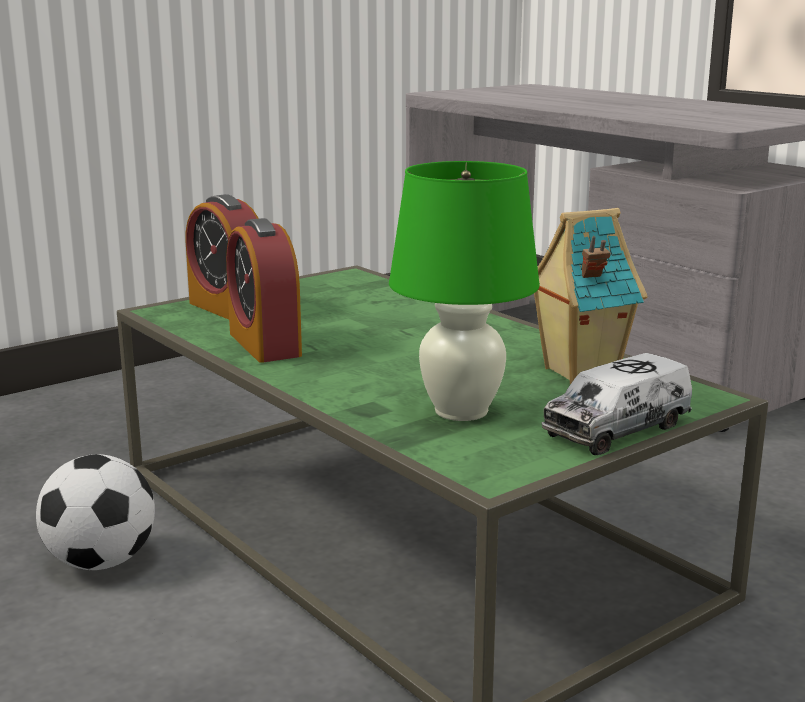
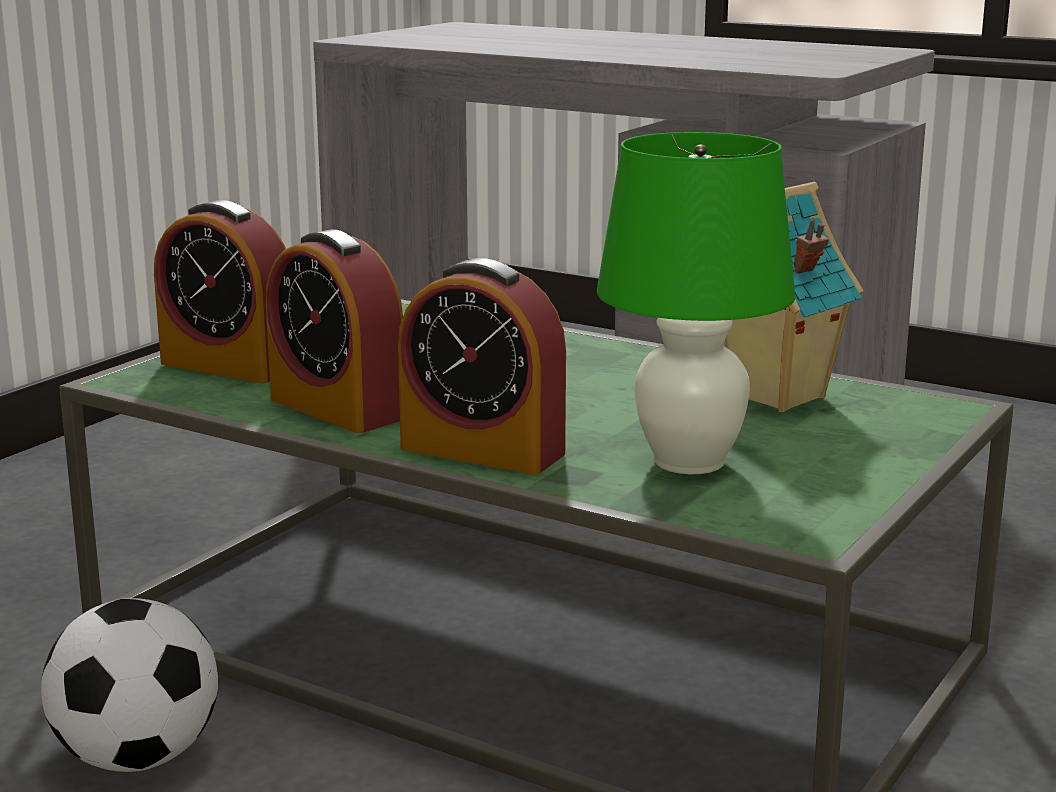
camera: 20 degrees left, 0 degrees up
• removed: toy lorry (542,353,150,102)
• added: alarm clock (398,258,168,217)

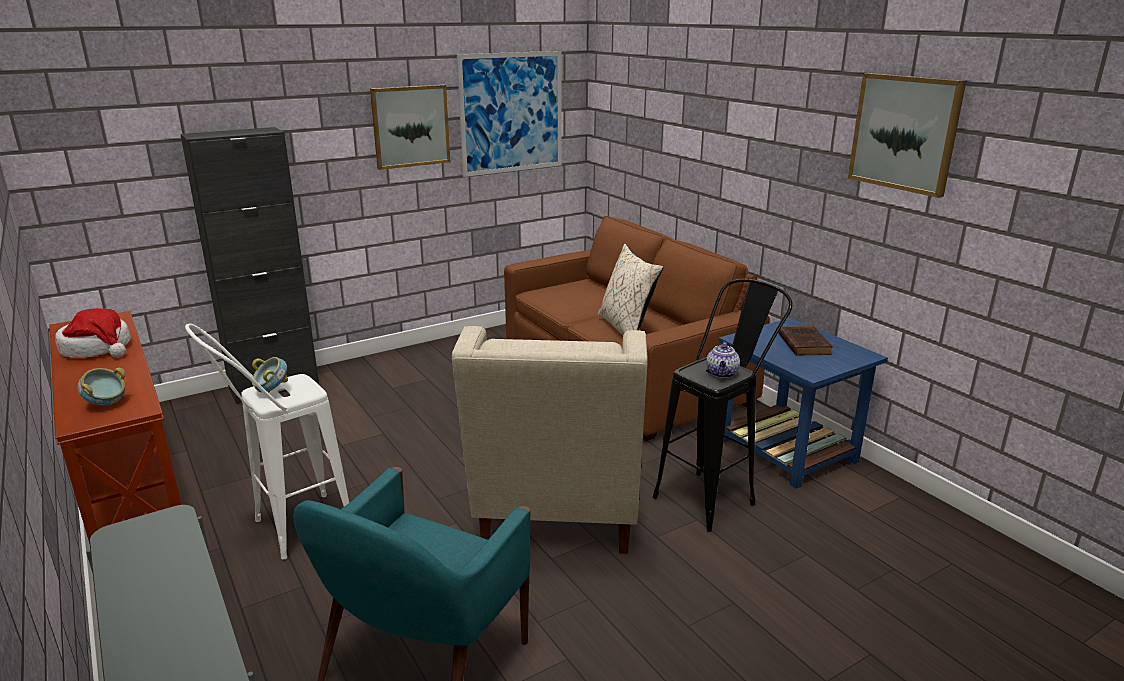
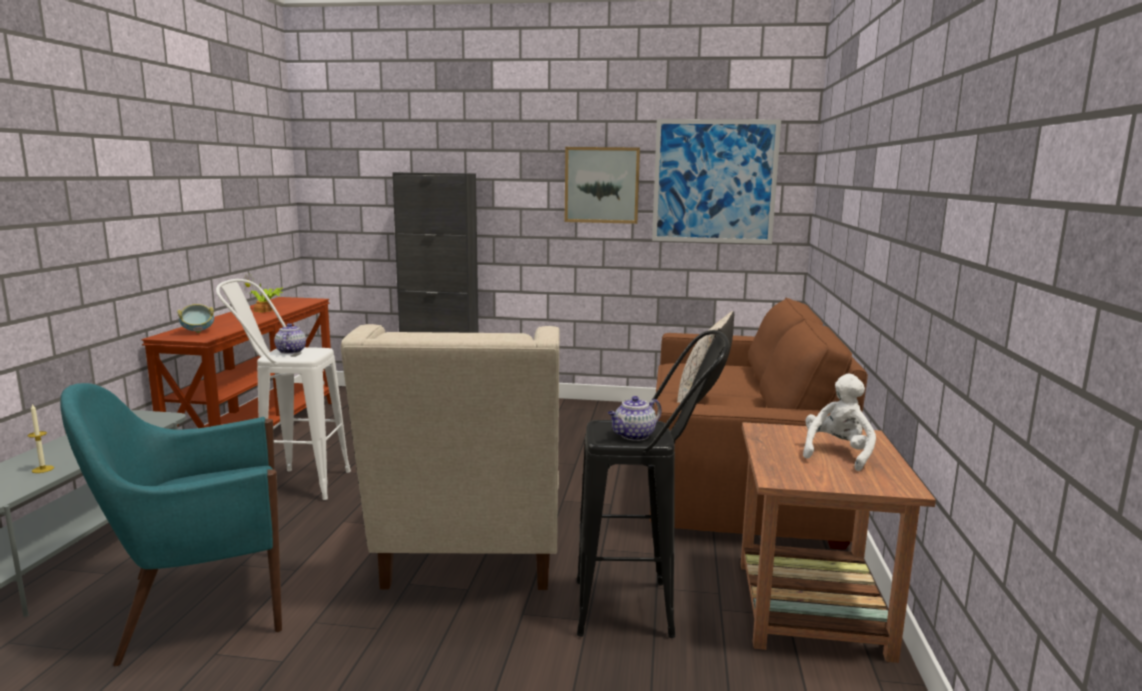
camera: 40 degrees right, 10 degrees down
• replaced: wearable hat (55,308,76,50) to plant in a pot (243,272,40,40)
• replaced: bowl (252,357,36,36) to tea pot (274,323,32,31)
• turned: beige armchair (452,326,196,228) = (341,324,218,266) 45 degrees counterclockwise
• recoloured: blue-coloured accent table (718,318,170,171) to brown-coloured accent table (741,422,195,241)
• replaced: brown-coloured book (778,326,55,30) to whitish soft toy (803,373,73,98)
• removed: picture (848,73,118,125)
• added: wax light (28,403,26,70)

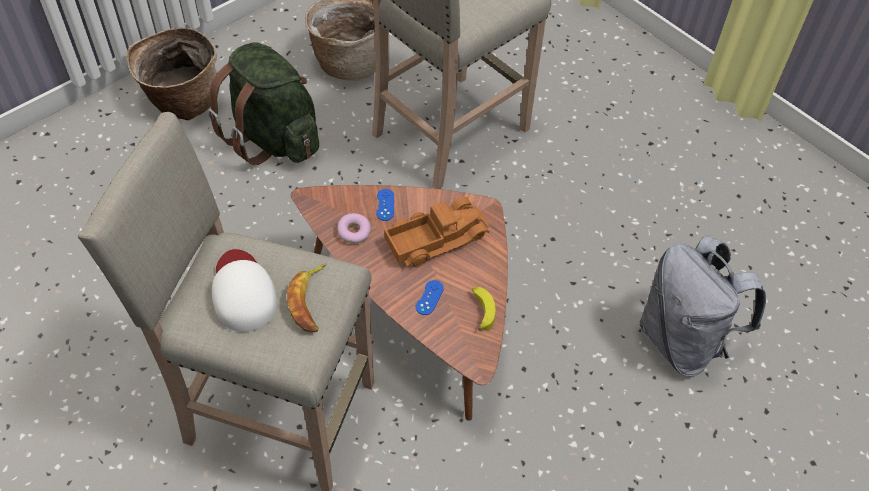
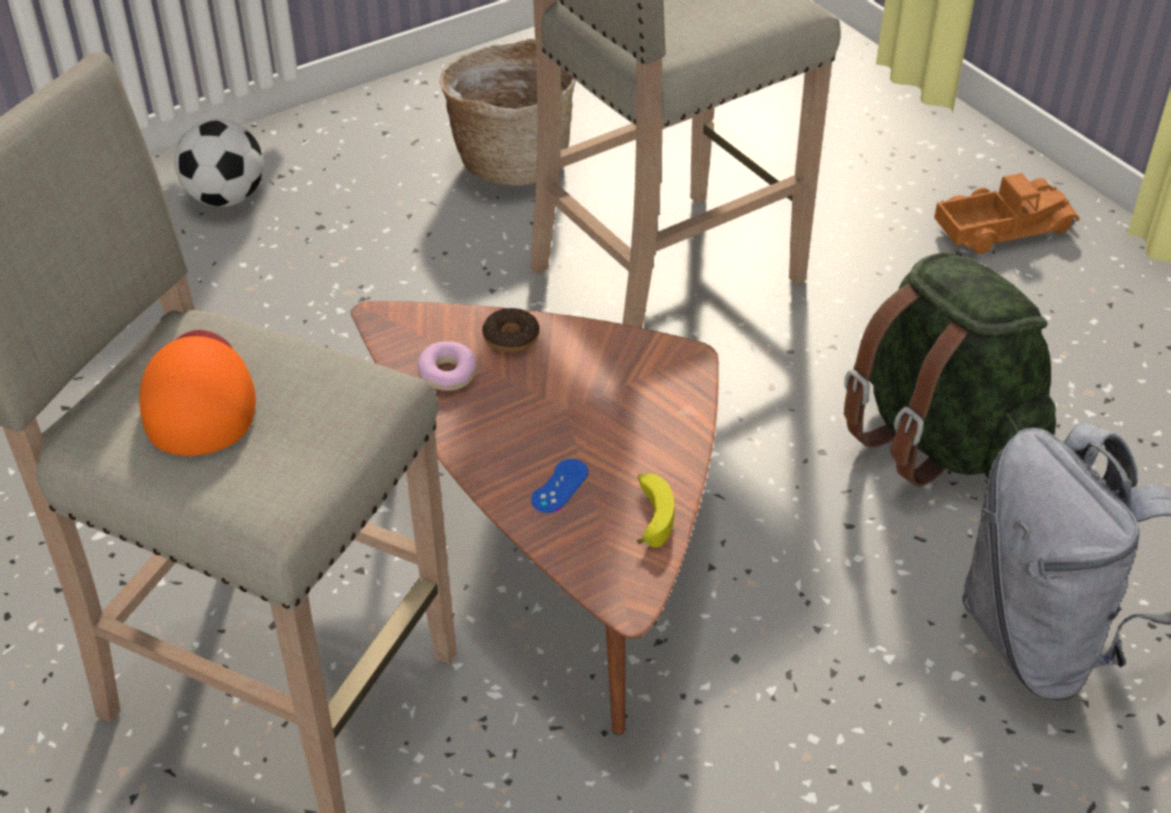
camera: 10 degrees right, 10 degrees down
• replaced: household basket (126,27,93,93) to football ball (174,119,90,88)
• moved: greenish knapsack (208,42,111,123) to (844,252,212,235)
• recoloured: whitish baseball cap (212,249,65,83) to orange baseball cap (139,330,117,126)
• removed: whole banana (287,263,40,69)
• replaced: blue-coloured joypad (376,189,18,32) to doughnut (482,308,57,45)
• moved: toy lorry (384,197,105,70) to (934,173,145,81)

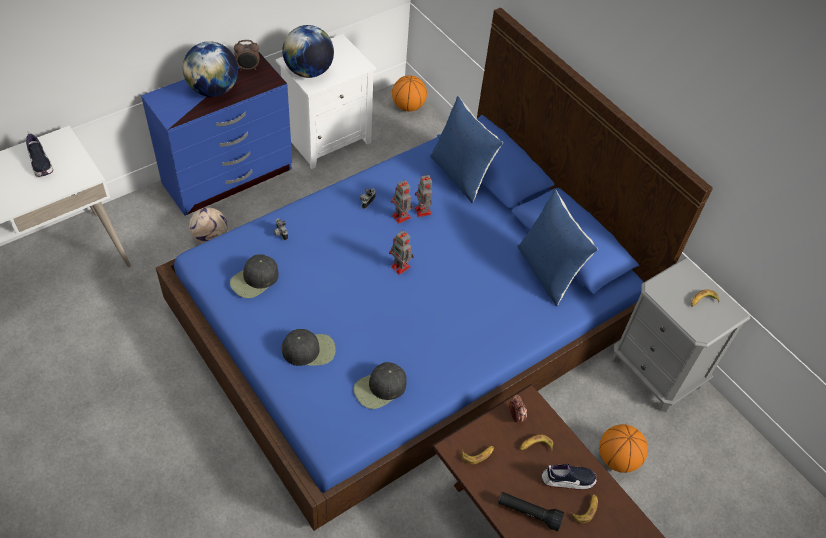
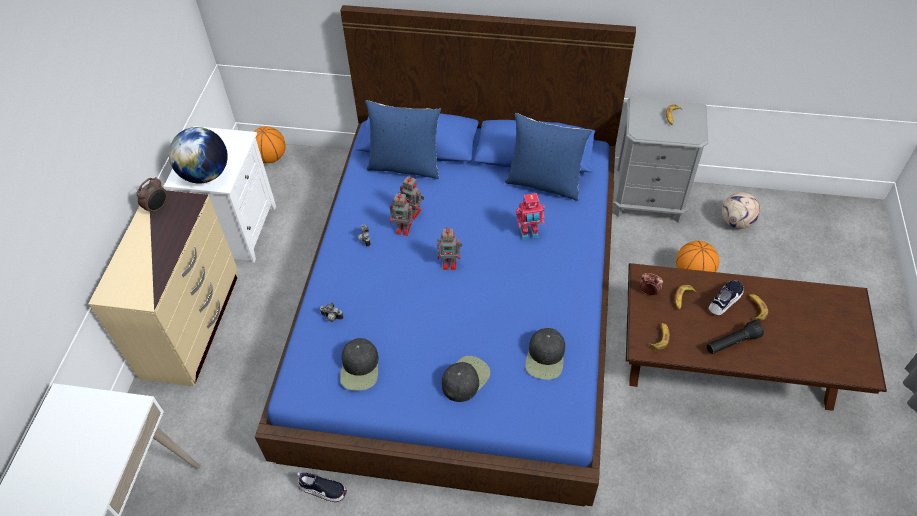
camera: 40 degrees left, 0 degrees up
• moved: shoe (26,131,27,46) to (297,473,50,29)
• recoloured: blue-coloured chest of drawers (141,52,151,164) to beige chest of drawers (88,190,150,196)
• removed: globe (183,41,55,56)
• moved: football ball (189,208,39,36) to (722,192,38,37)
• added: toy robot (516,193,29,47)

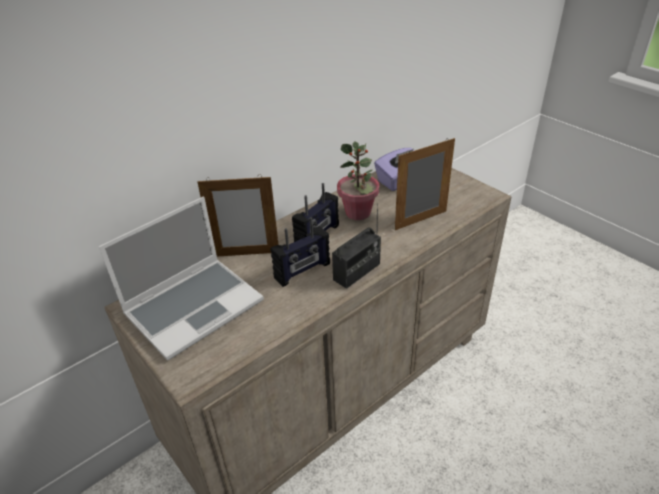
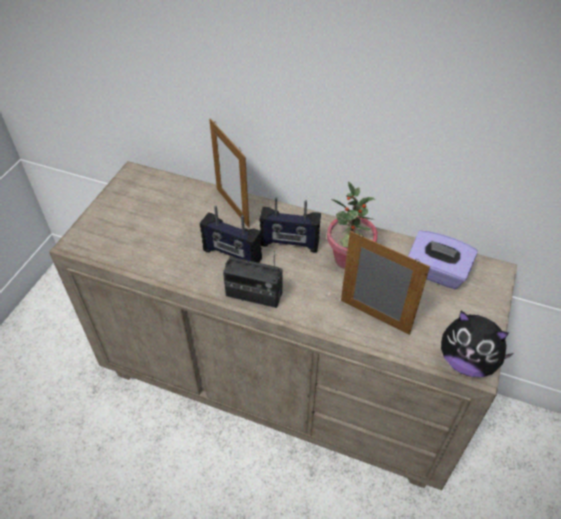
camera: 60 degrees right, 10 degrees up
• removed: laptop (99,196,165,165)
• added: soft toy (441,311,73,66)

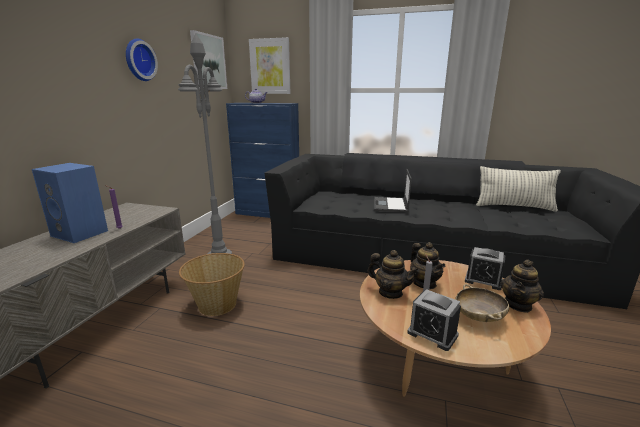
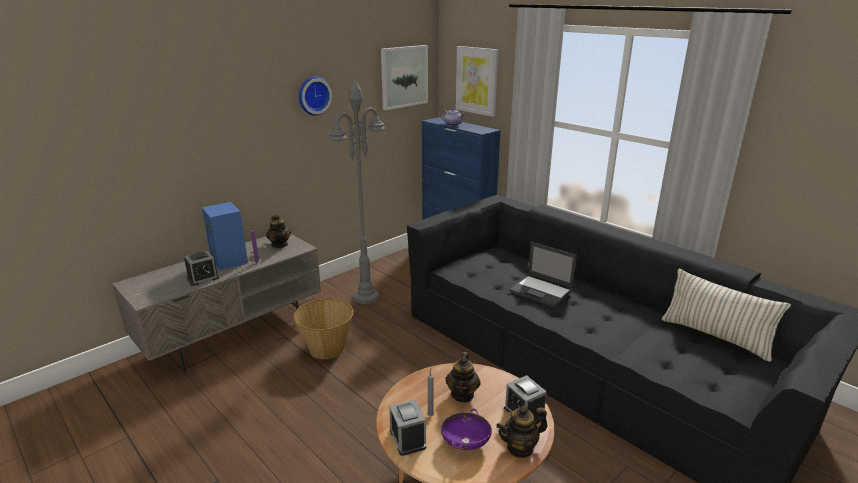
camera: 30 degrees right, 5 degrees up
• moved: tea pot (367,250,52,49) to (266,215,25,33)
• turned: laptop (374,169,38,43) = (509,242,68,65) 90 degrees counterclockwise
• recoloured: beige bowl (455,284,54,38) to purple-coloured bowl (441,408,51,42)
• added: alarm clock (184,251,35,35)

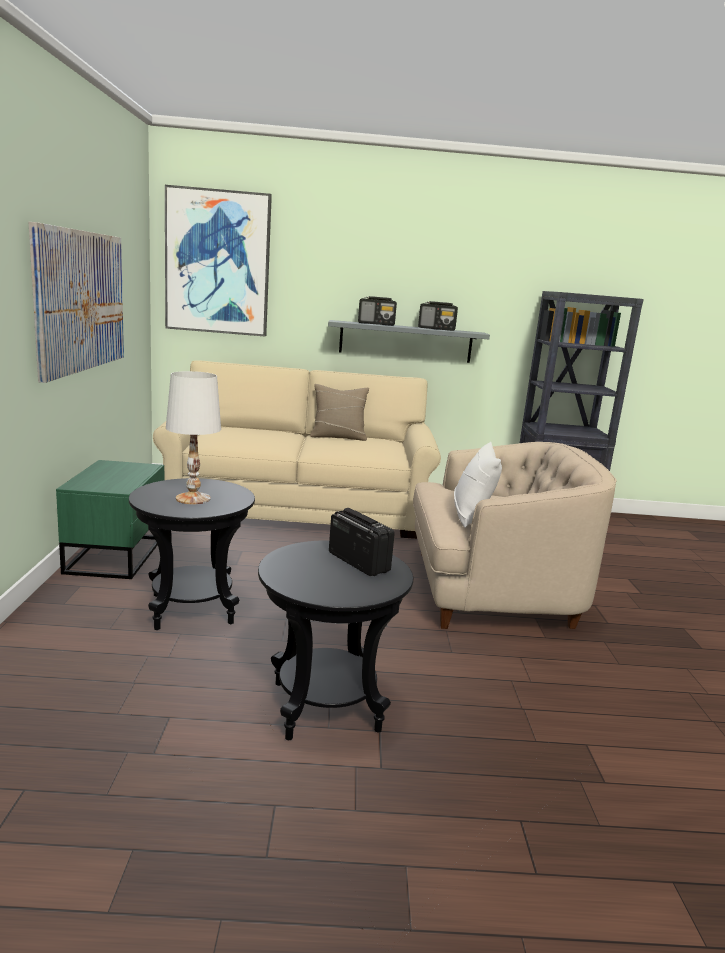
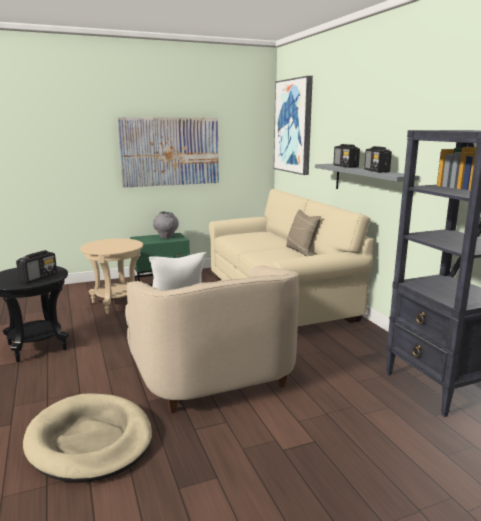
camera: 70 degrees right, 0 degrees up
• recoloured: black-coloured accent table (129,478,126,152) to beige accent table (80,238,63,76)
• removed: whitish table lamp (166,371,55,133)
• added: beige dog cushion (23,393,129,89)
• added: greyish flower vase (153,212,26,27)

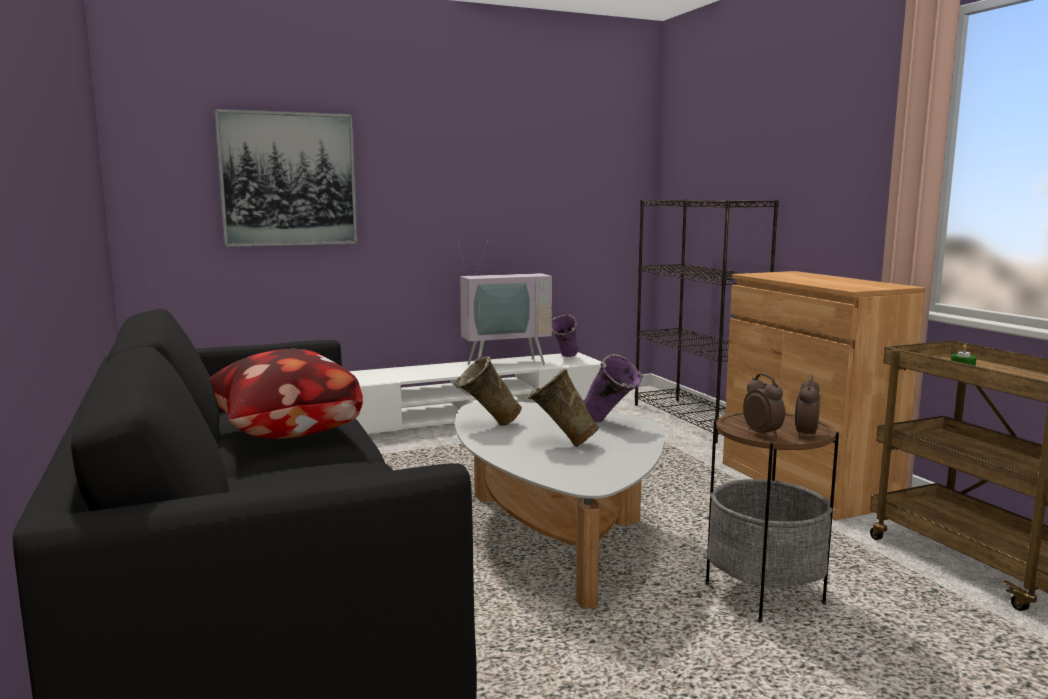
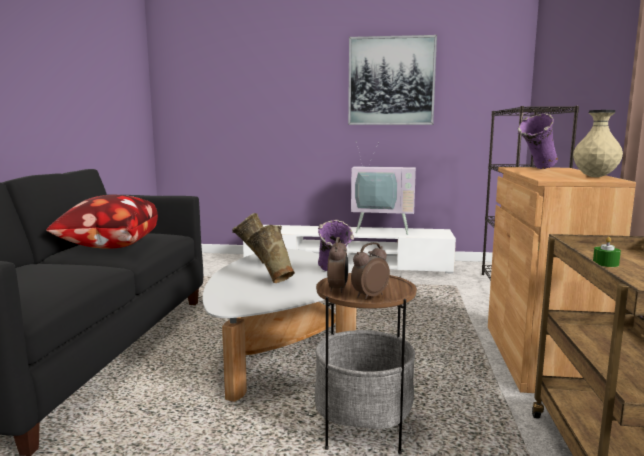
camera: 30 degrees right, 0 degrees up
• moved: picture (214,109,144,138) to (348,35,89,90)
• moved: purple-coloured flower vase (552,315,26,42) to (518,113,40,56)
• added: beige flower vase (573,110,50,67)

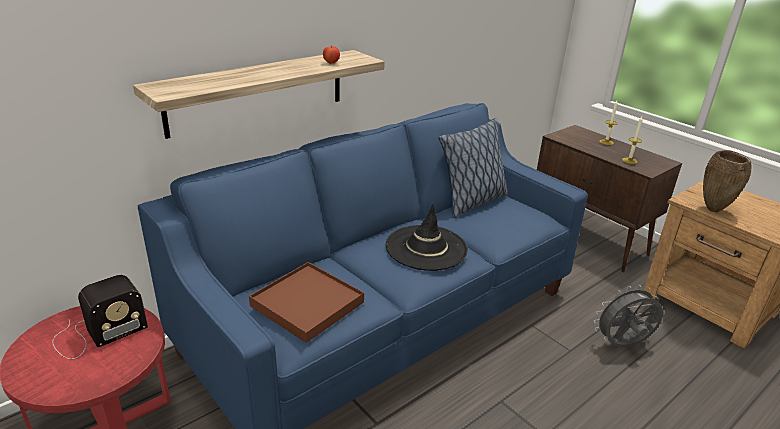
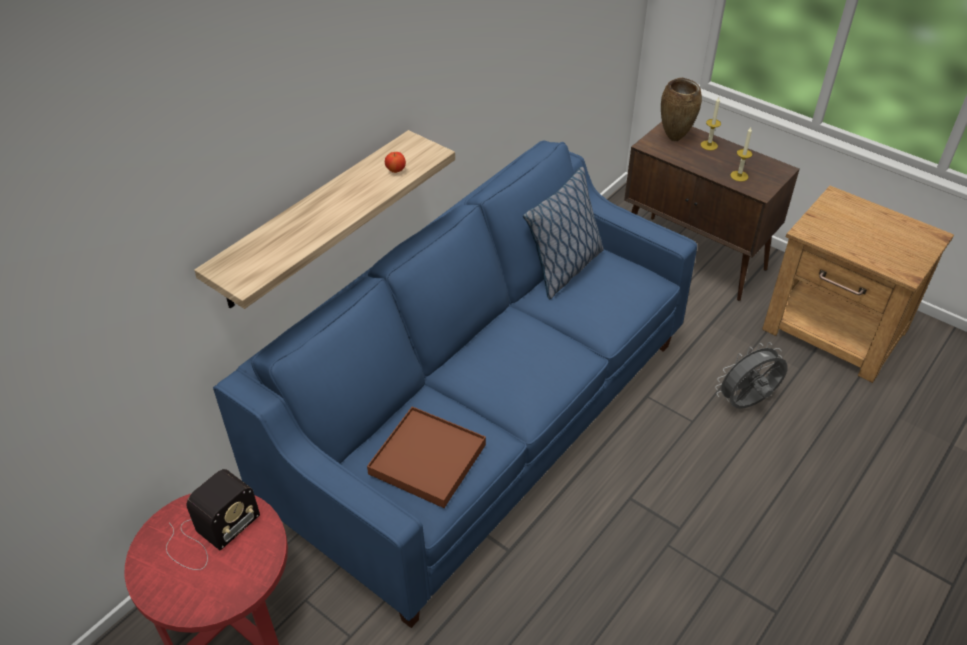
camera: 10 degrees left, 15 degrees up
• removed: black-coloured wearable hat (386,204,82,67)
• moved: brown-coloured flower vase (703,150,49,62) to (661,78,41,63)

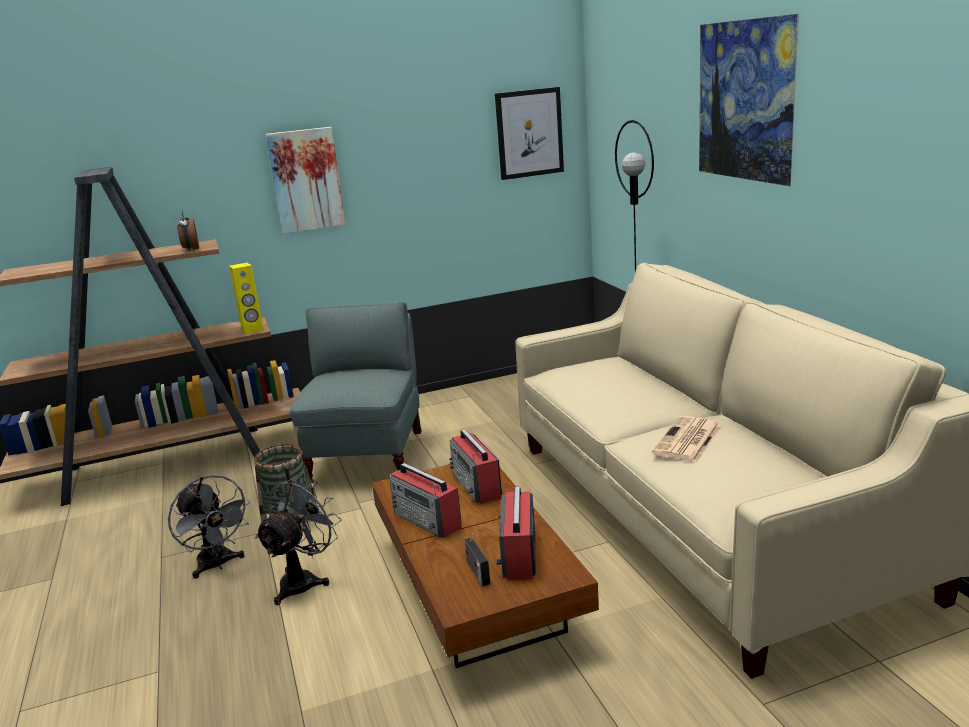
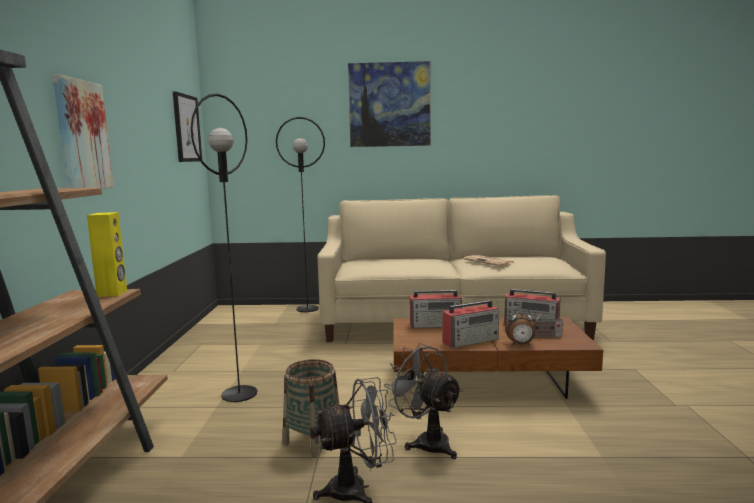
camera: 70 degrees left, 10 degrees down
• moved: alarm clock (177,210,22,41) to (505,307,31,38)
• replaced: greyish armchair (290,302,131,181) to black-coloured standing lamp (191,94,66,308)

